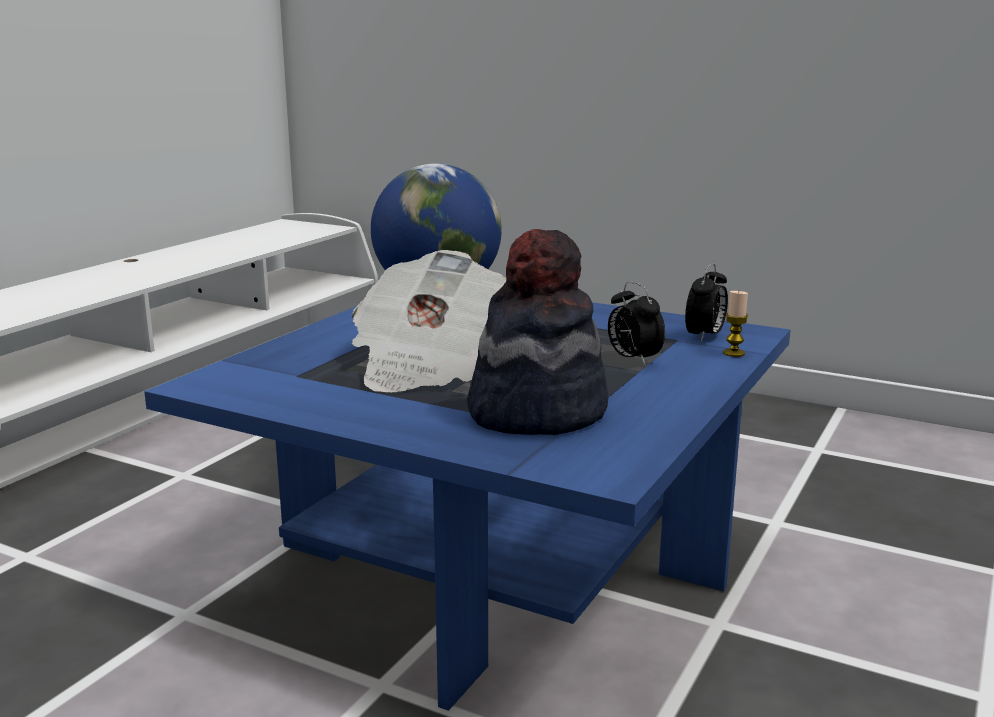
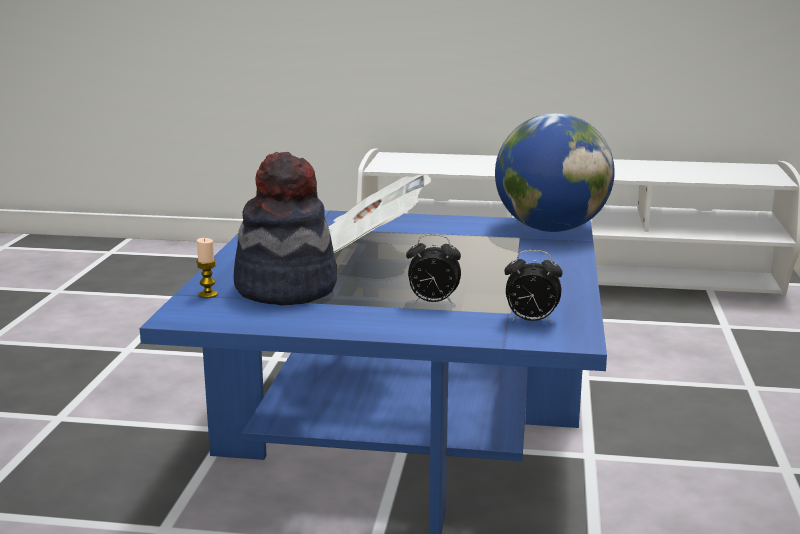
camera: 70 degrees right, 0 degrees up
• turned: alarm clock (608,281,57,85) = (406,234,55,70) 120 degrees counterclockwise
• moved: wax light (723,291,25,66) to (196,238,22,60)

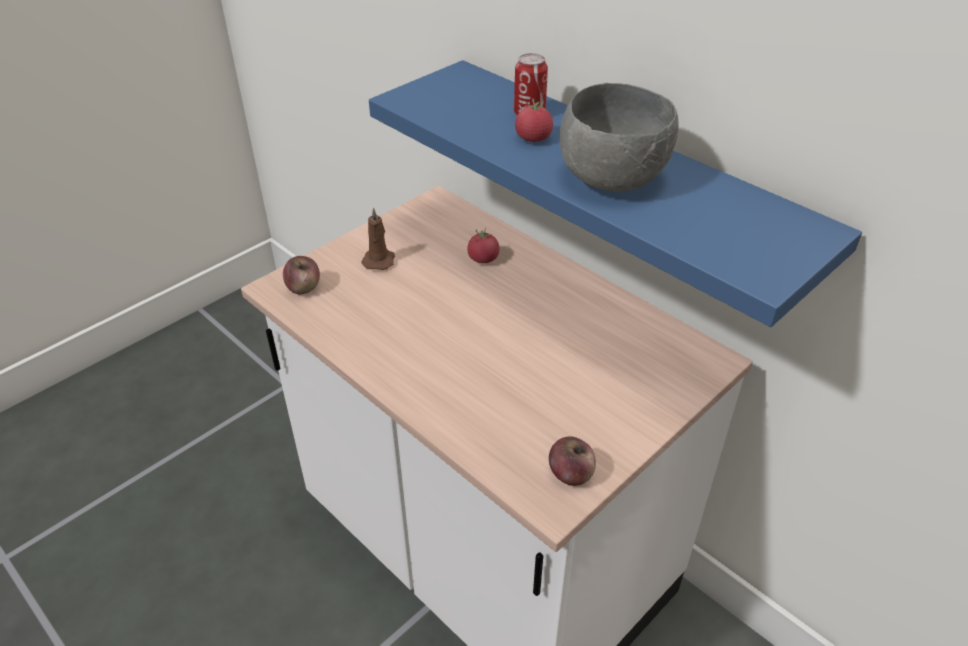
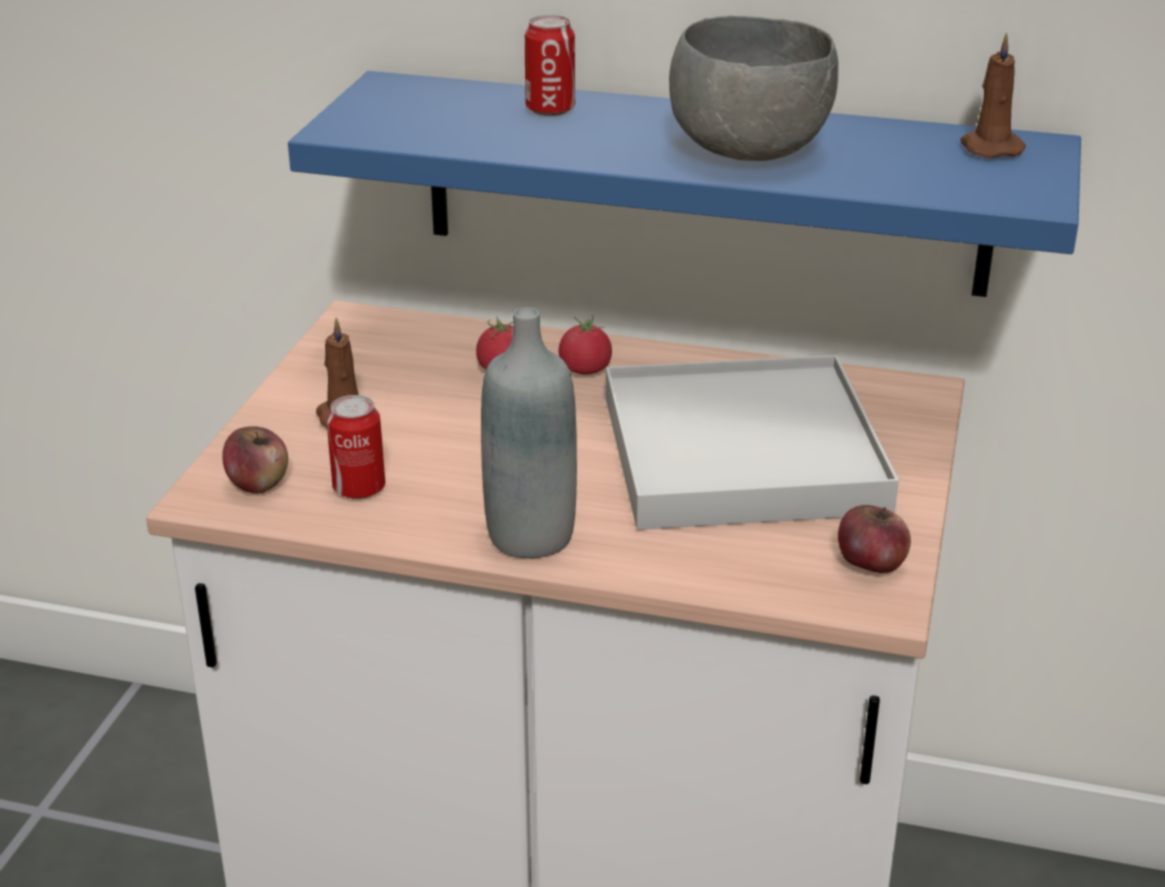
camera: 30 degrees left, 10 degrees down
• moved: tomato (515,99,38,43) to (559,315,53,59)
• added: can (327,395,58,104)
• added: greyish drink bottle (481,307,96,251)
• added: whitish tray (606,355,293,175)
• added: brown-coloured wax light (960,32,66,126)

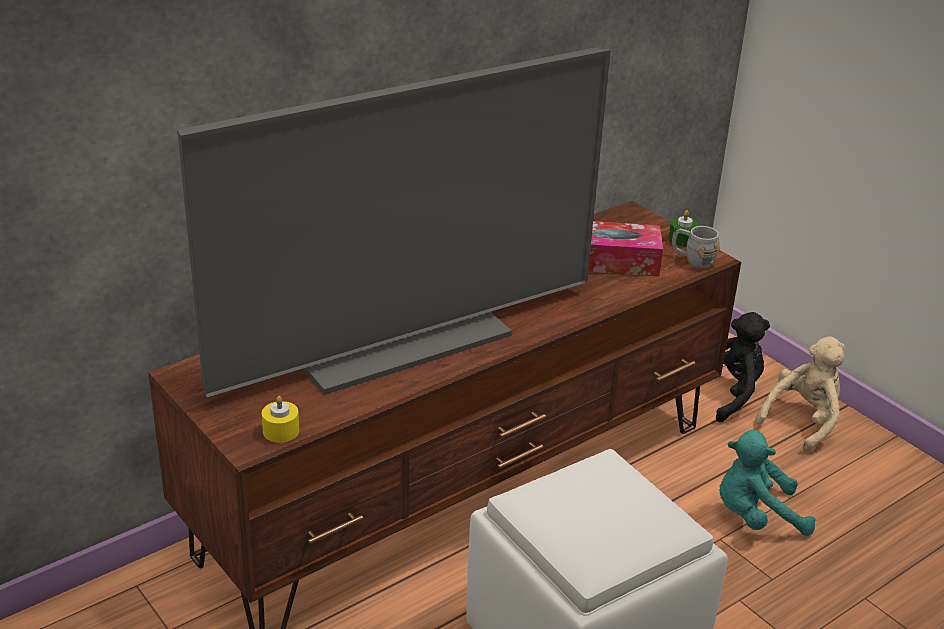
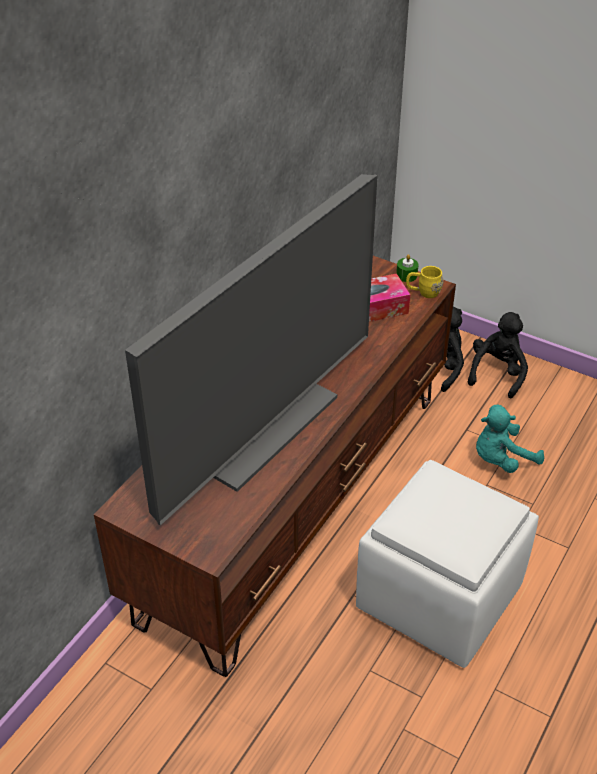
camera: 20 degrees left, 10 degrees up
• removed: yellow wax light (262,396,37,47)
• recoloured: greyish mug (672,226,47,43) to yellow mug (406,266,38,32)
• recoloured: beige soft toy (755,336,91,117) to black-coloured soft toy (468,312,60,87)

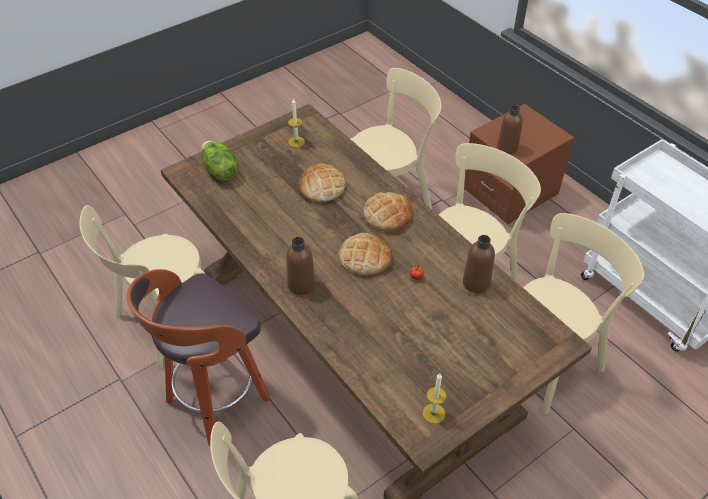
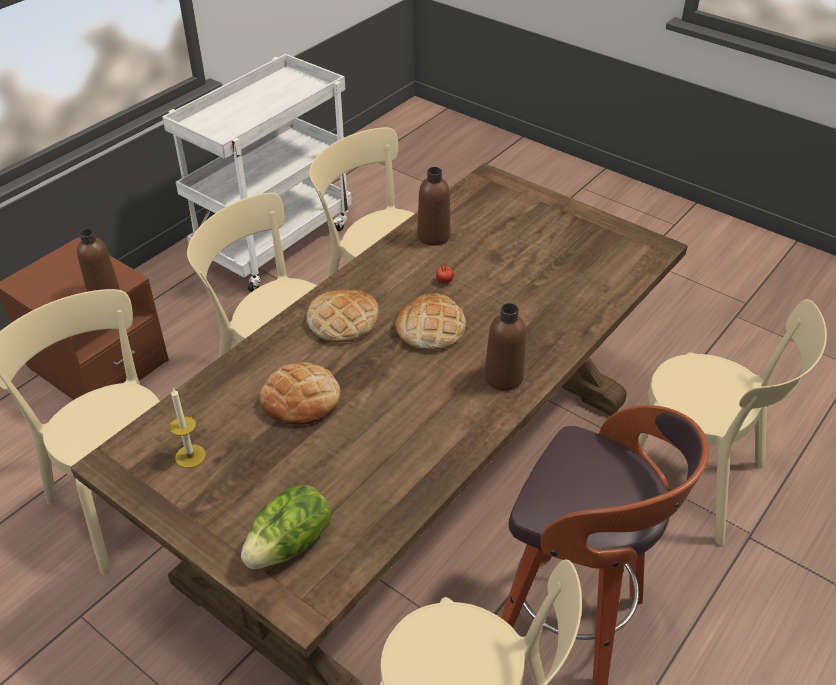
camera: 105 degrees left, 5 degrees down
• removed: wax light (423,373,24,51)

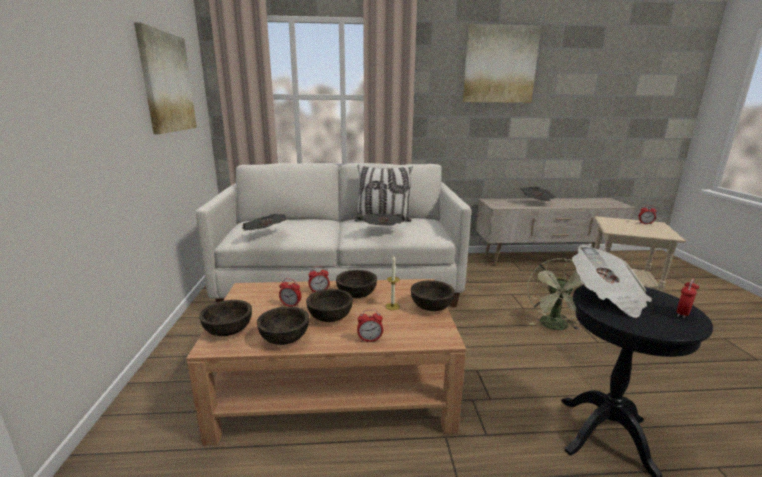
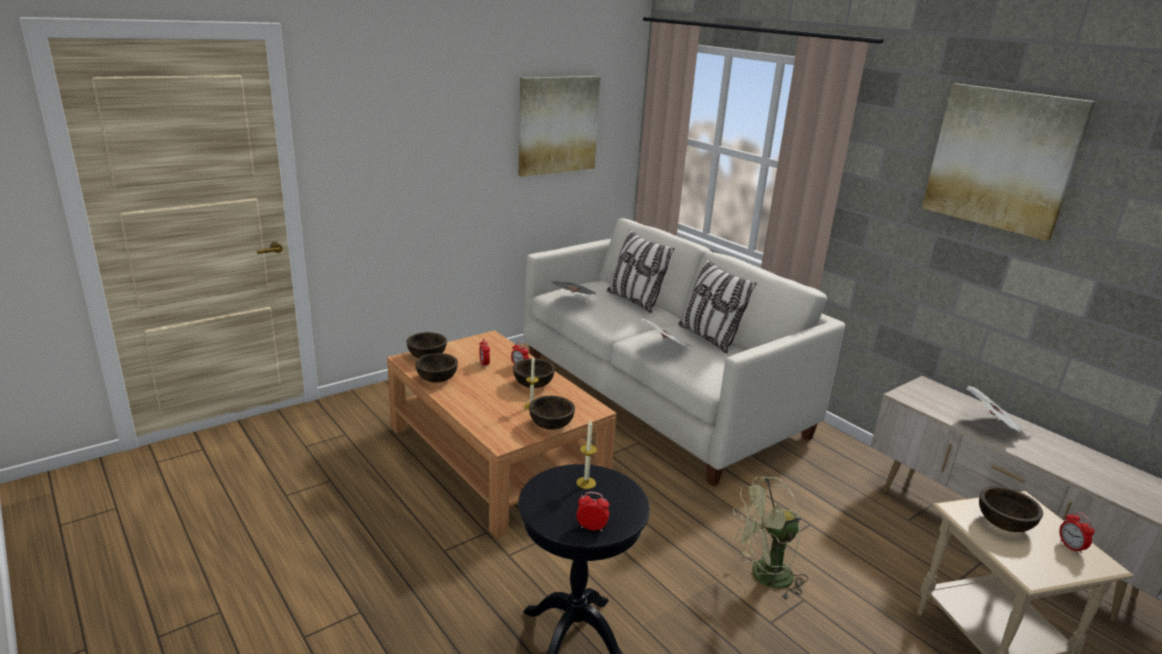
camera: 55 degrees right, 5 degrees up
• moved: brown-coloured bowl (306,289,47,33) to (979,486,64,46)
• removed: alarm clock (357,309,26,33)
• replaced: daily paper (572,245,80,73) to wax light (576,420,21,69)
• added: pillow (607,229,67,84)

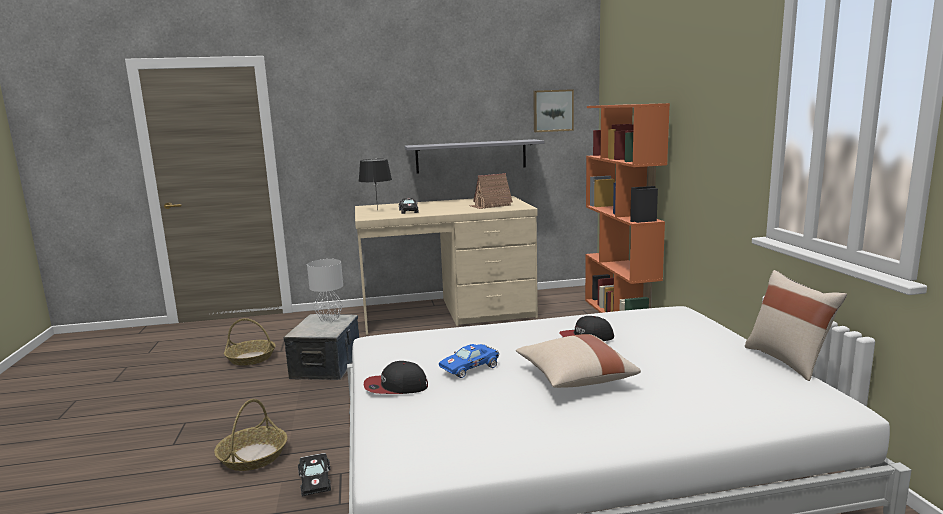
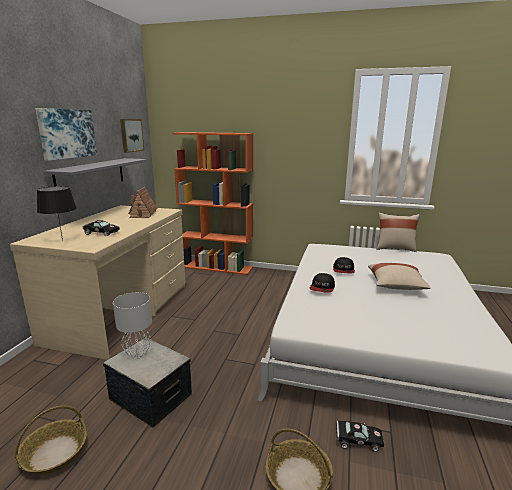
camera: 65 degrees left, 5 degrees up
• moved: baseball cap (364,361,64,33) to (310,273,25,20)
• removed: blue-coloured miniature car (439,344,60,34)
• added: picture (35,108,62,53)

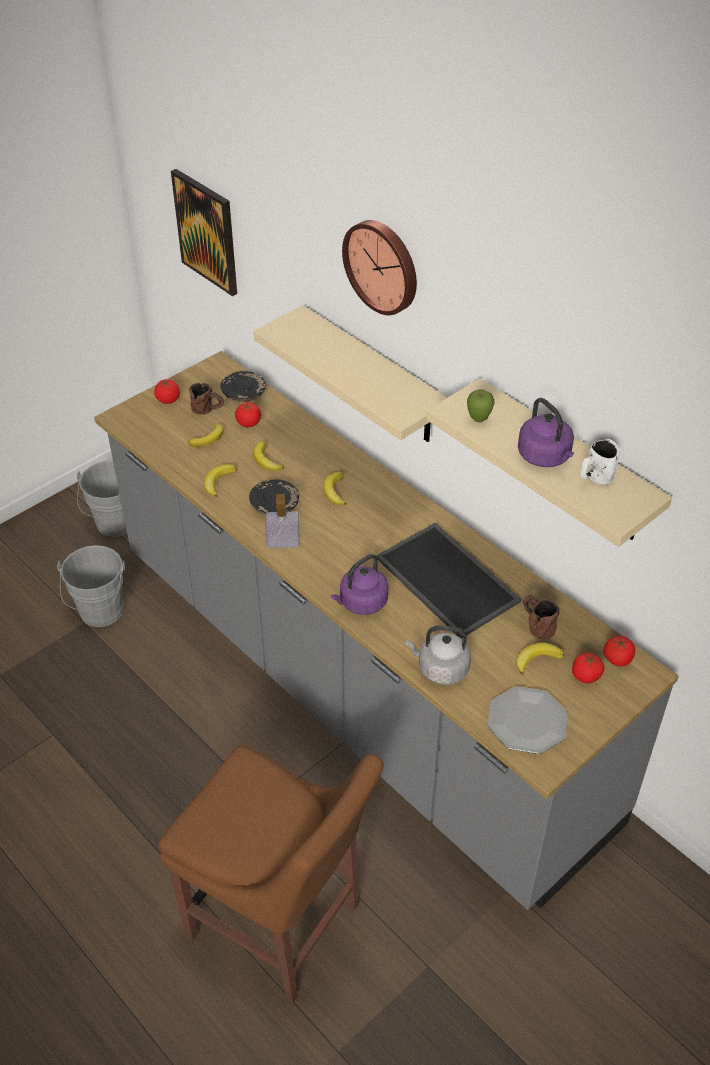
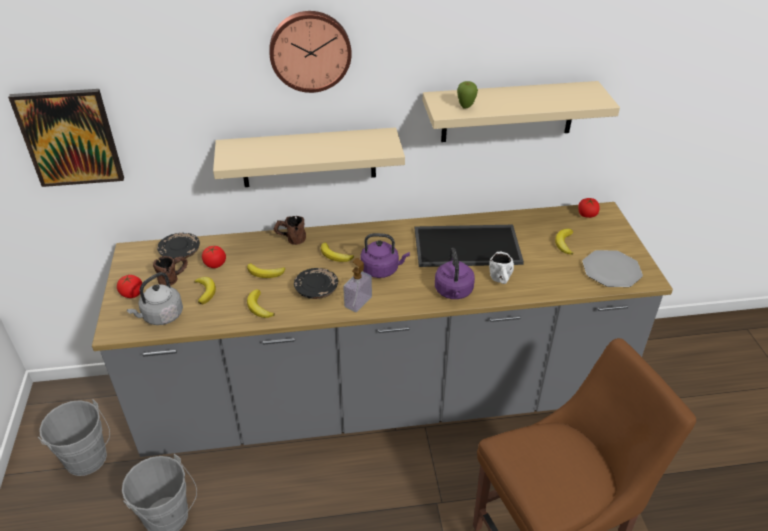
camera: 55 degrees left, 5 degrees down
• moved: greyish water kettle (406,626,65,59) to (127,272,56,53)
• moved: purple-coloured water kettle (518,398,56,69) to (360,233,50,45)
• moved: brown-coloured mug (522,594,38,45) to (274,216,32,29)
• removed: tomato (572,652,32,31)
• moved: whitish mug (580,439,40,45) to (489,252,25,32)

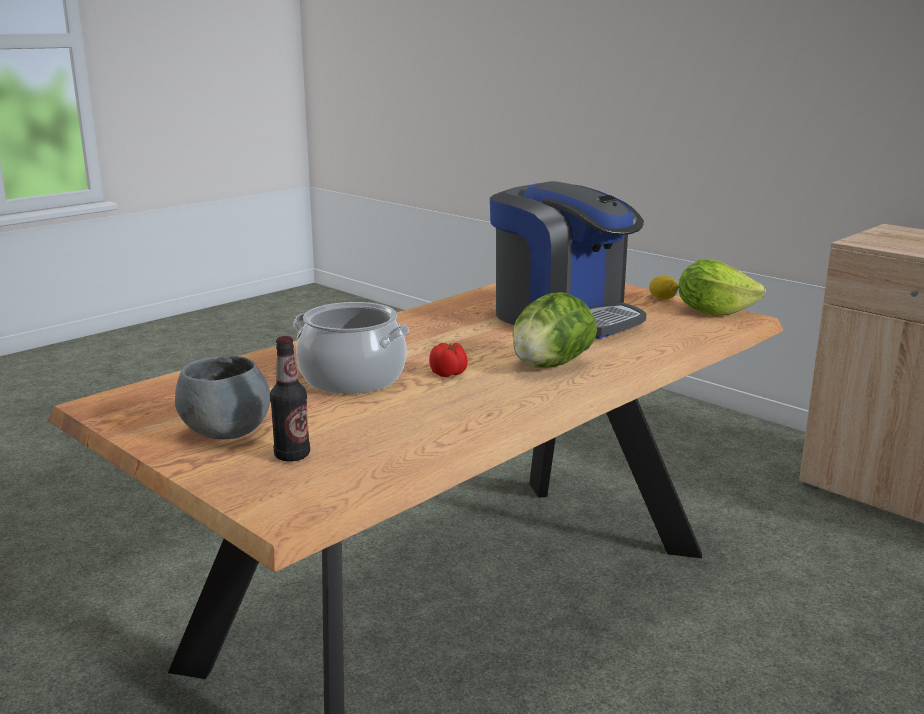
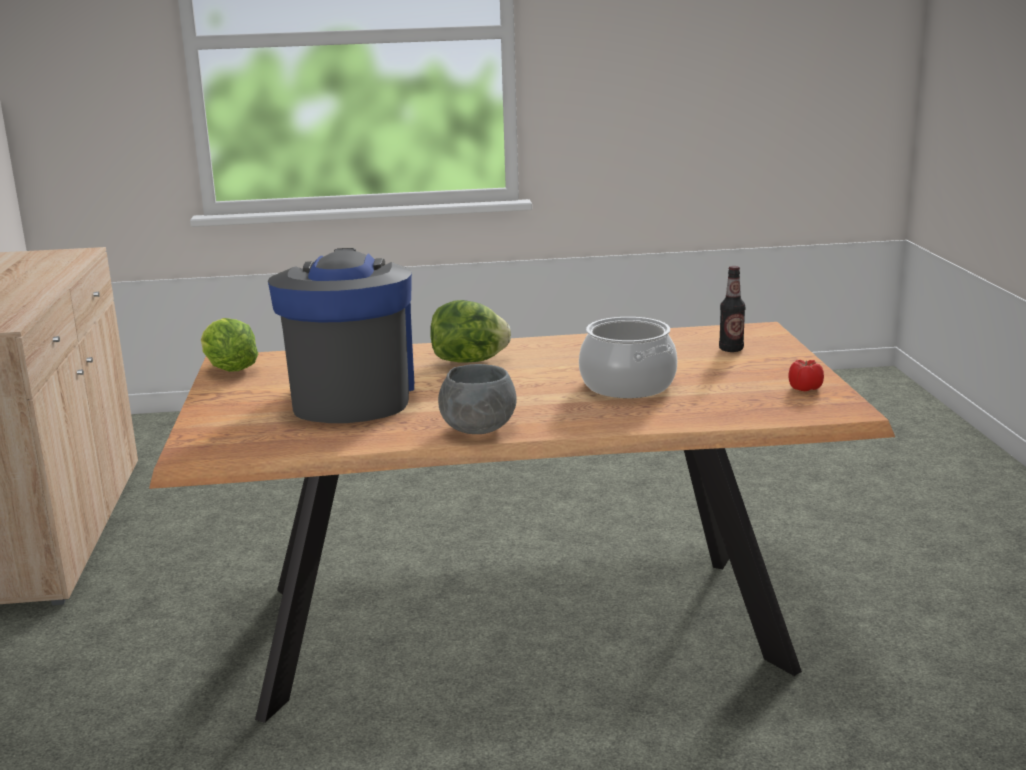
camera: 140 degrees left, 0 degrees up
• moved: greyish bowl (175,356,95,83) to (438,364,79,70)
• moved: tomato (429,343,39,34) to (788,360,36,31)
• removed: whole lemon (649,276,30,24)

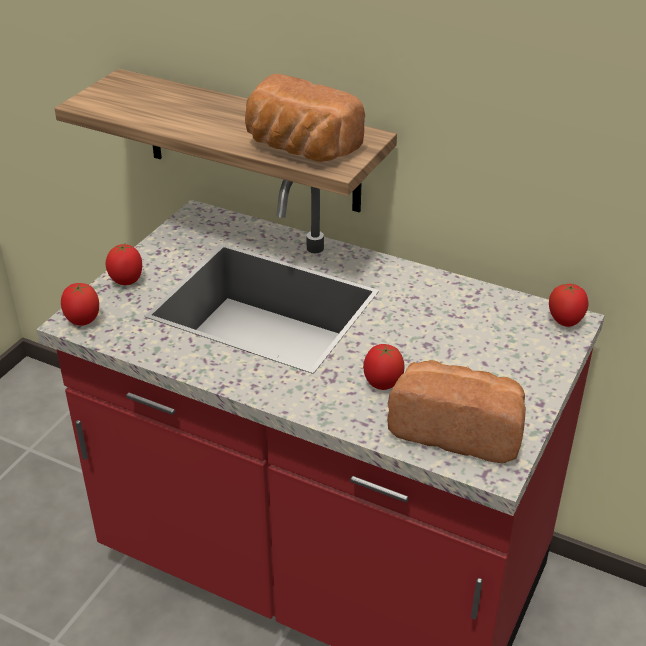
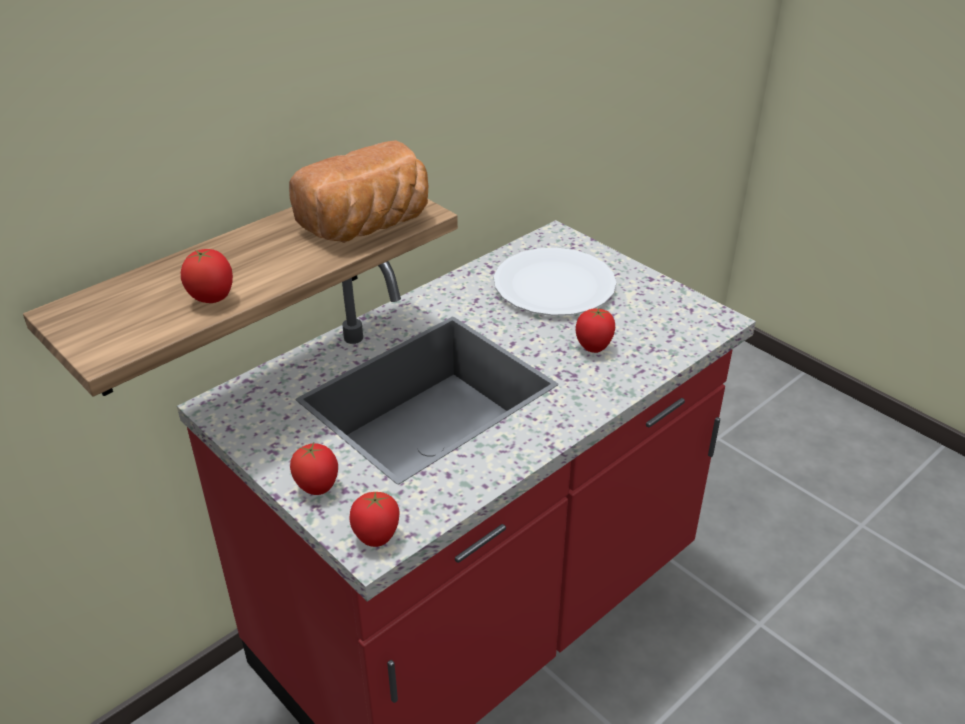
camera: 70 degrees left, 0 degrees up
• removed: bread (387,360,139,103)
• moved: tomato (549,283,40,44) to (181,249,52,54)
• added: whitish dinner plate (494,248,122,68)

